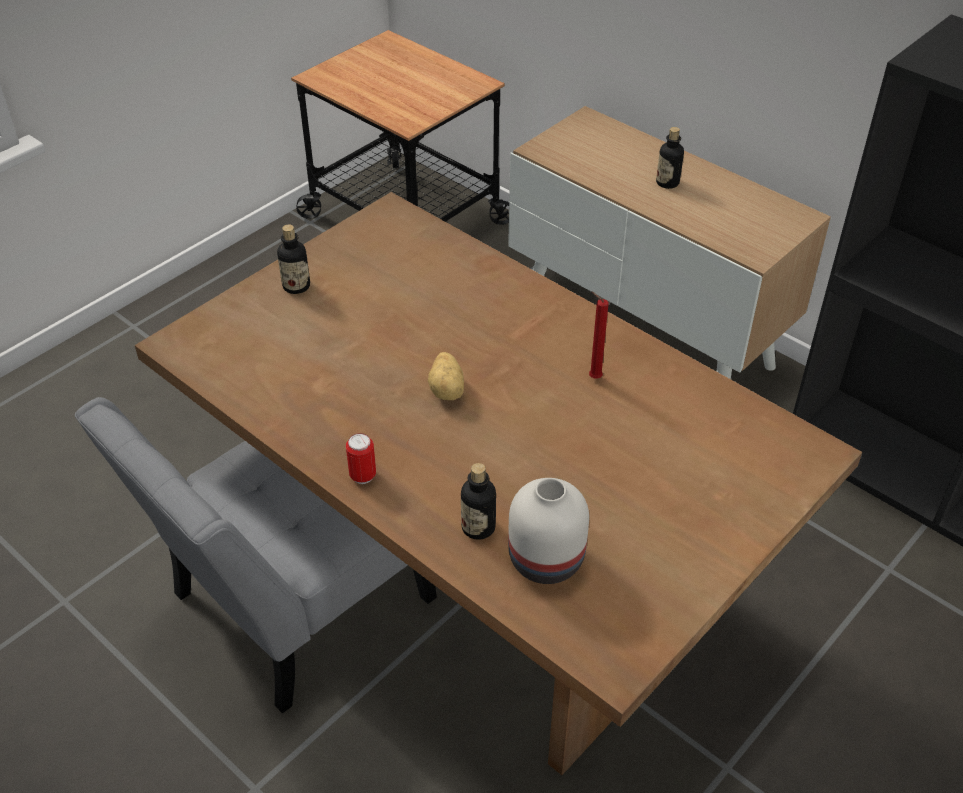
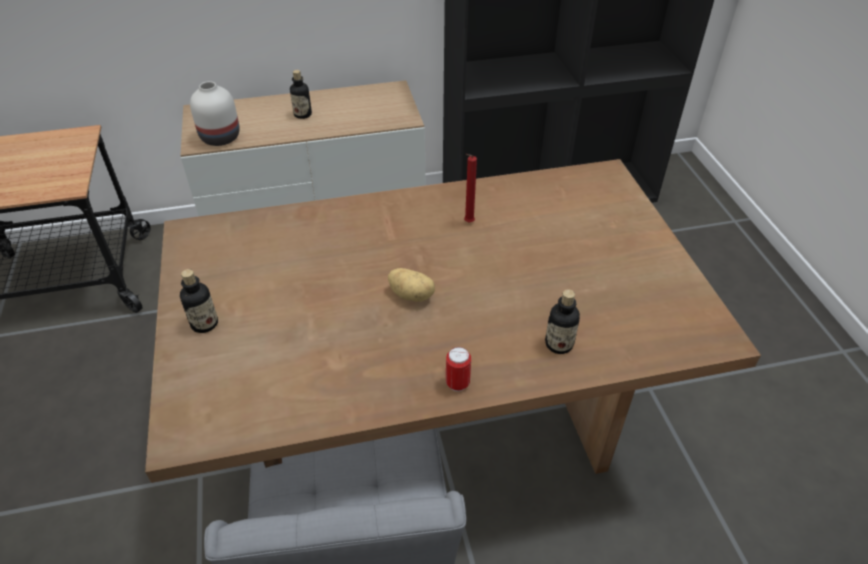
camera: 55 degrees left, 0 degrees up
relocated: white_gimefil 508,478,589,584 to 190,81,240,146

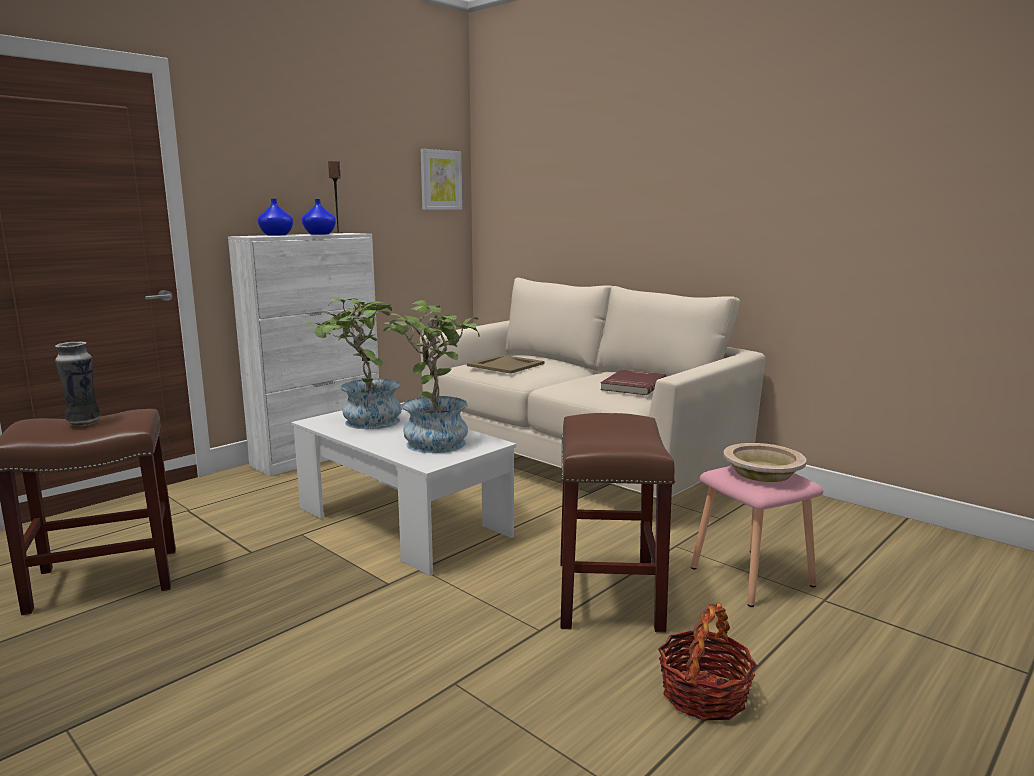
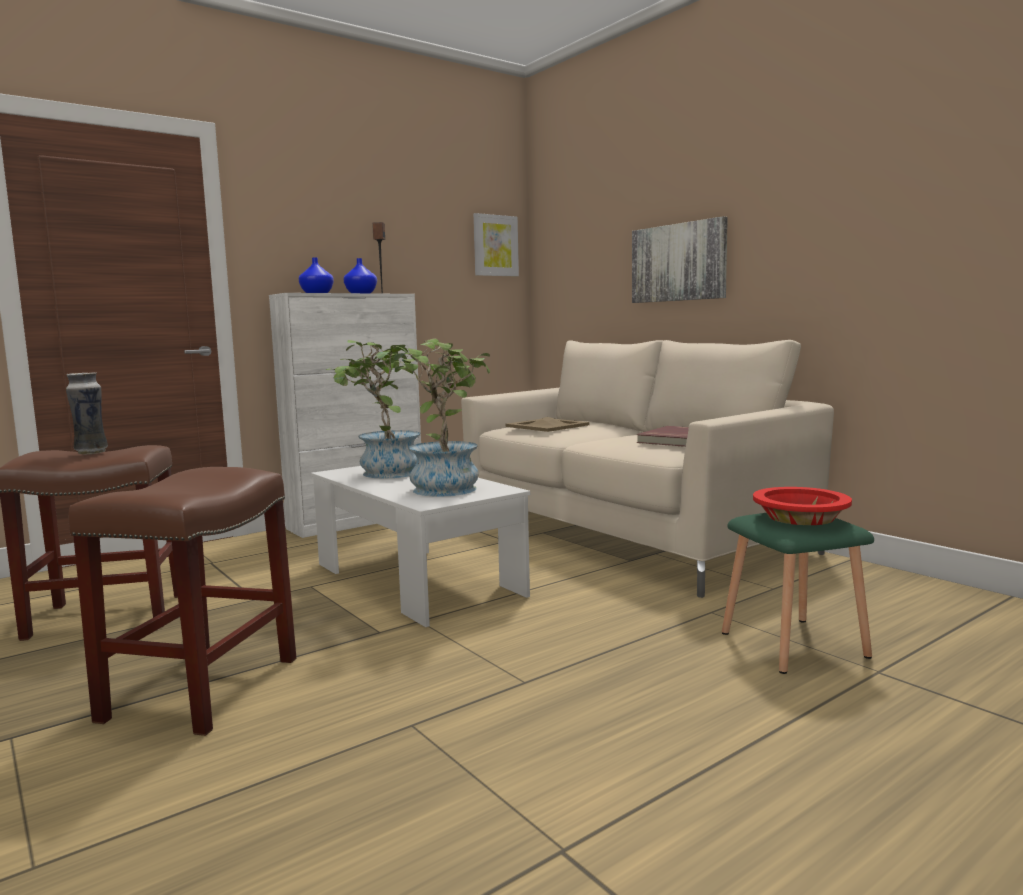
camera: 10 degrees right, 5 degrees down
missing: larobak 658,602,757,721
appeared: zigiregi 632,216,728,303
relocated: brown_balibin 560,413,675,633 to 68,467,296,736
colour: pink_balibin 691,466,823,607 to green_balibin 722,513,874,674; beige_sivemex 723,443,806,482 to red_sivemex 753,487,852,525

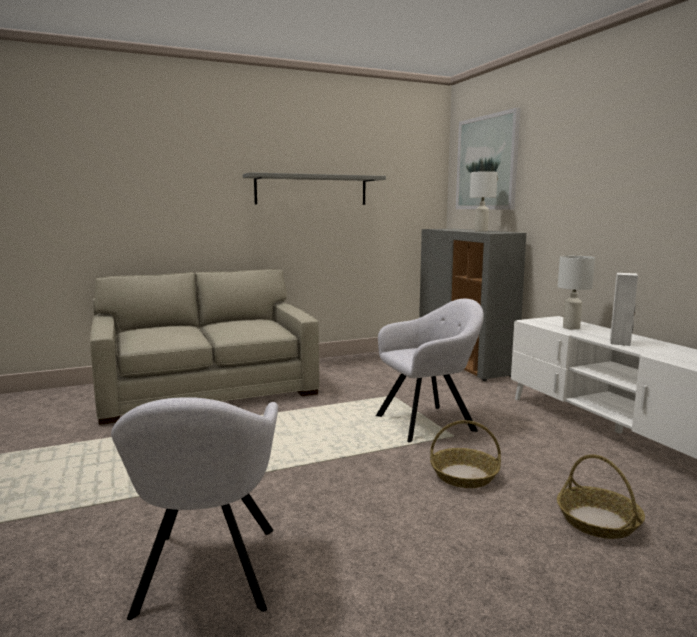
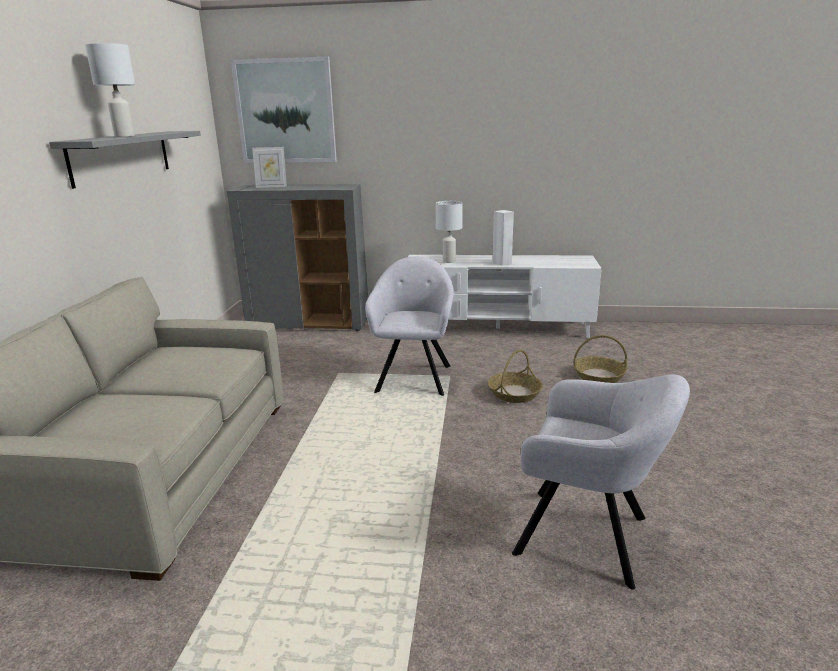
camera: 60 degrees left, 10 degrees up
appeared: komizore 252,147,287,188
relocated: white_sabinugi 470,171,498,232 to 85,43,135,137

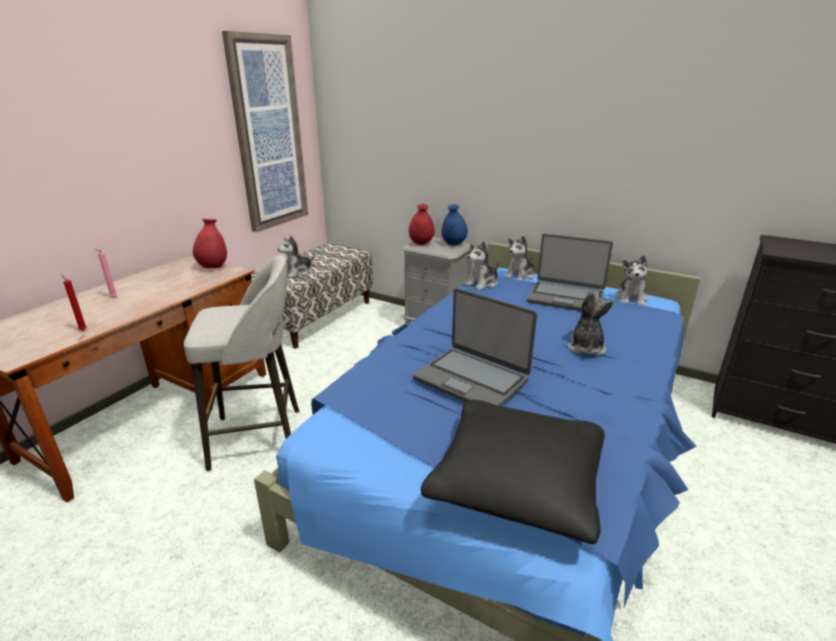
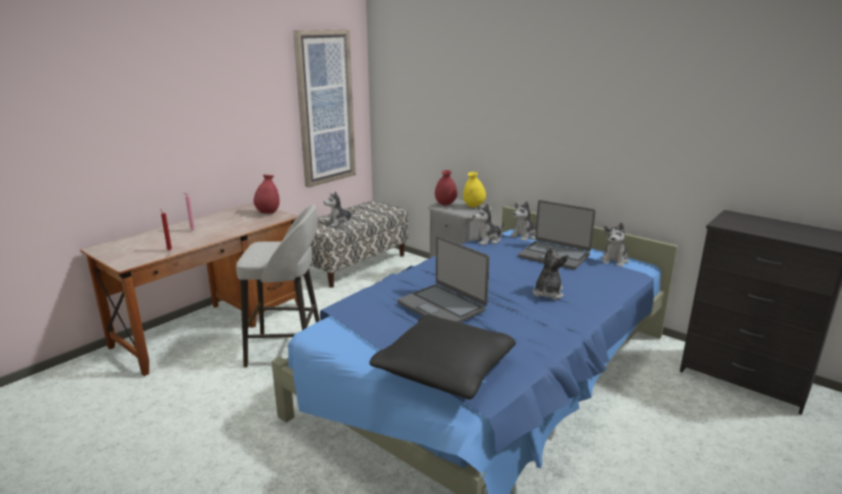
camera: 10 degrees right, 5 degrees down
colour: blue_gimefil 441,204,468,246 to yellow_gimefil 463,172,486,207

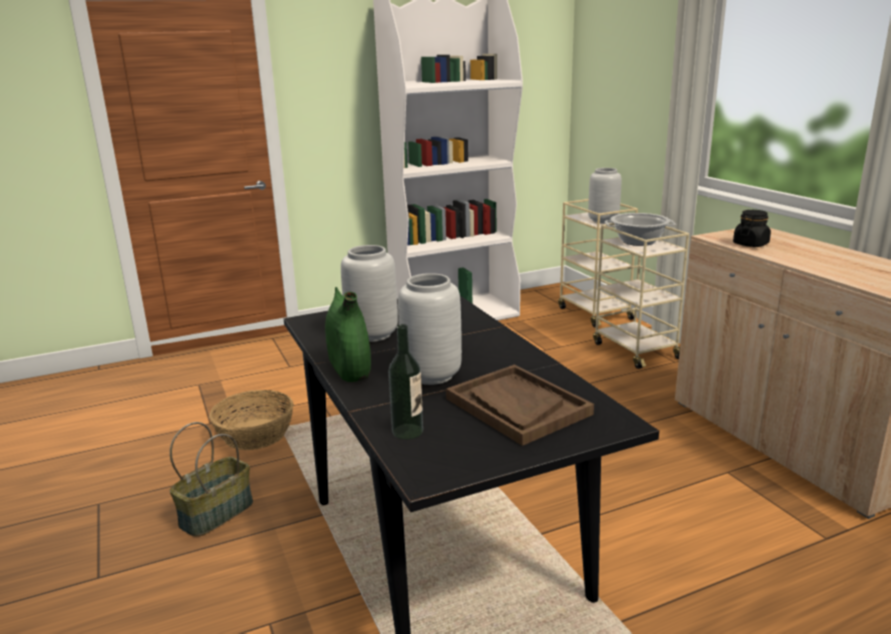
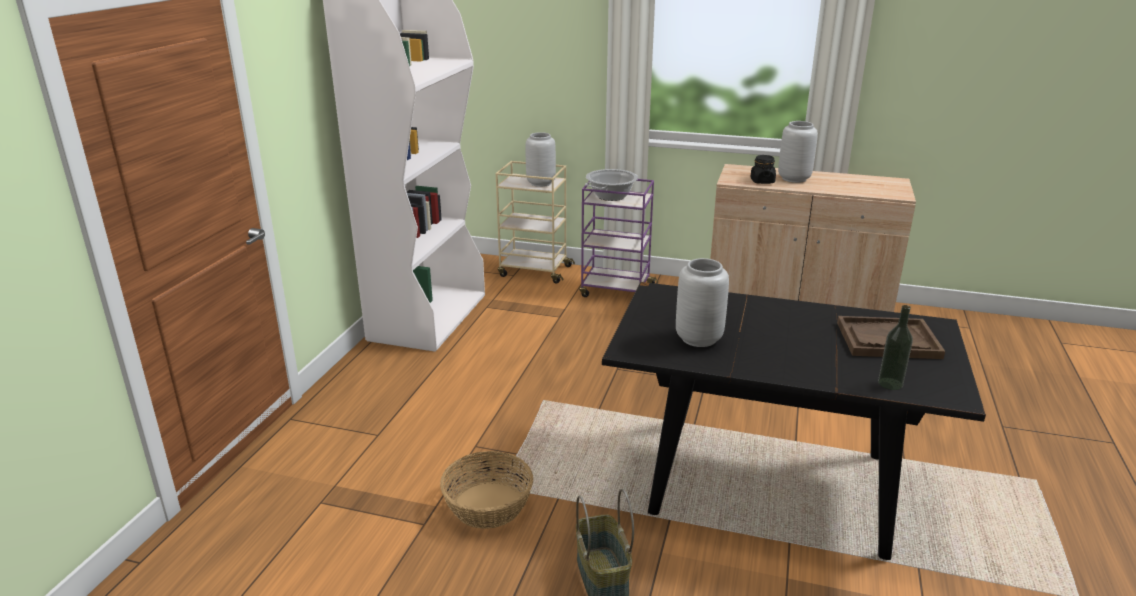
camera: 50 degrees left, 5 degrees up
missing: green_gimefil 325,287,371,382
relocated: grey_gimefil 398,273,462,385 to 778,121,818,183
colour: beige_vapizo 593,223,689,369 to purple_vapizo 579,179,658,297

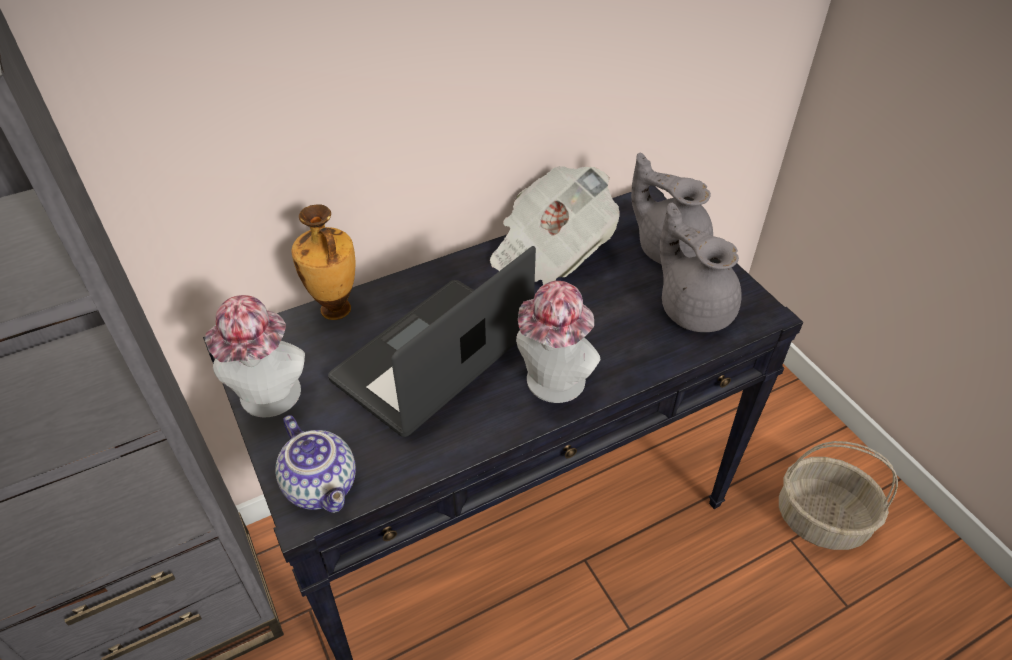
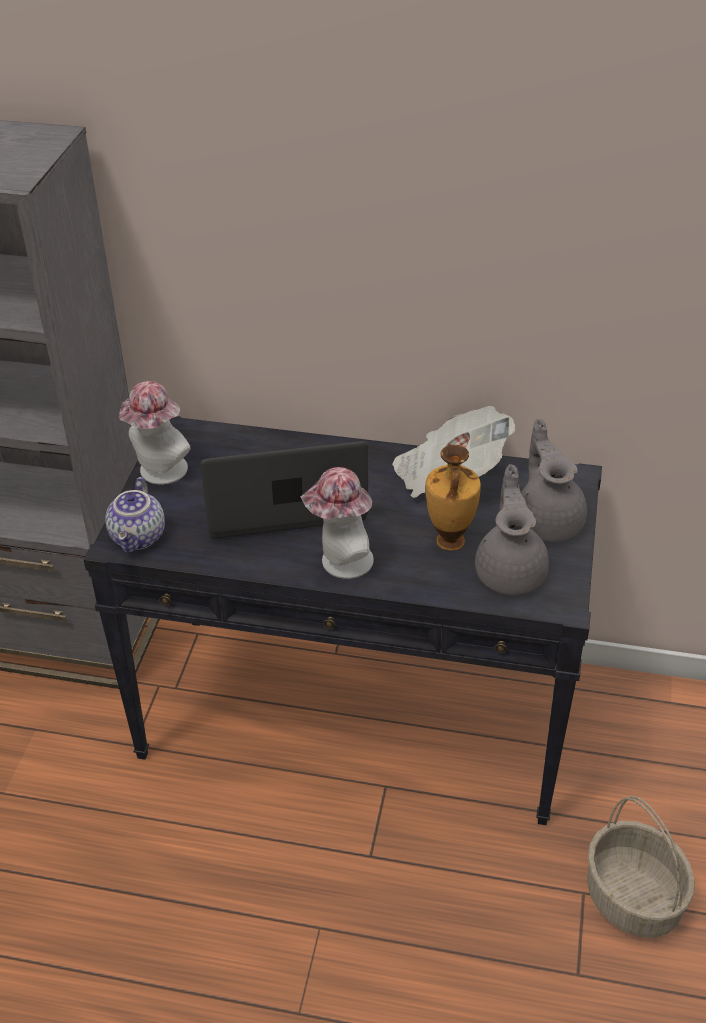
camera: 40 degrees right, 5 degrees down
relocated: gimefil 291,204,356,320 to 425,445,481,551

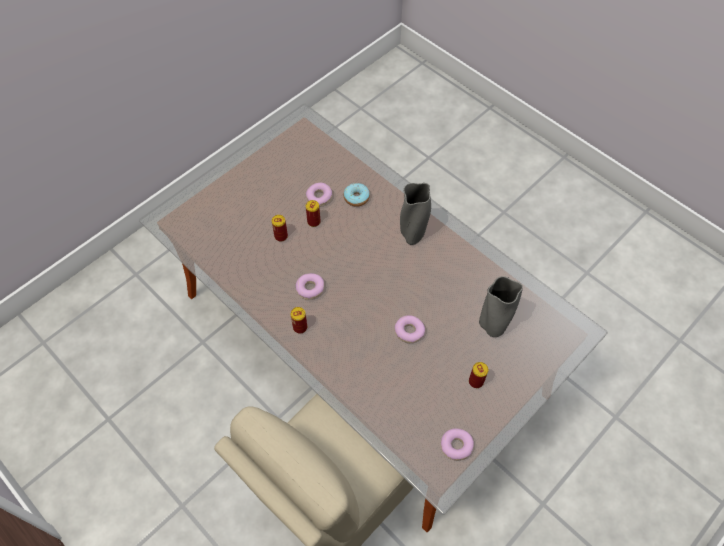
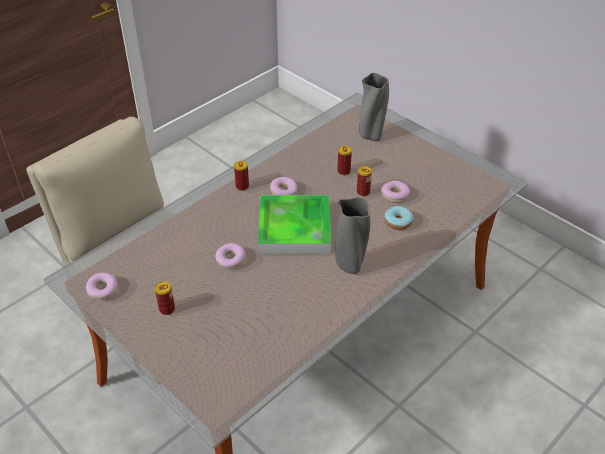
camera: 90 degrees right, 15 degrees down
appeared: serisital 258,195,331,254
relocated: grey_gimefil 479,276,523,337 to 359,73,389,141

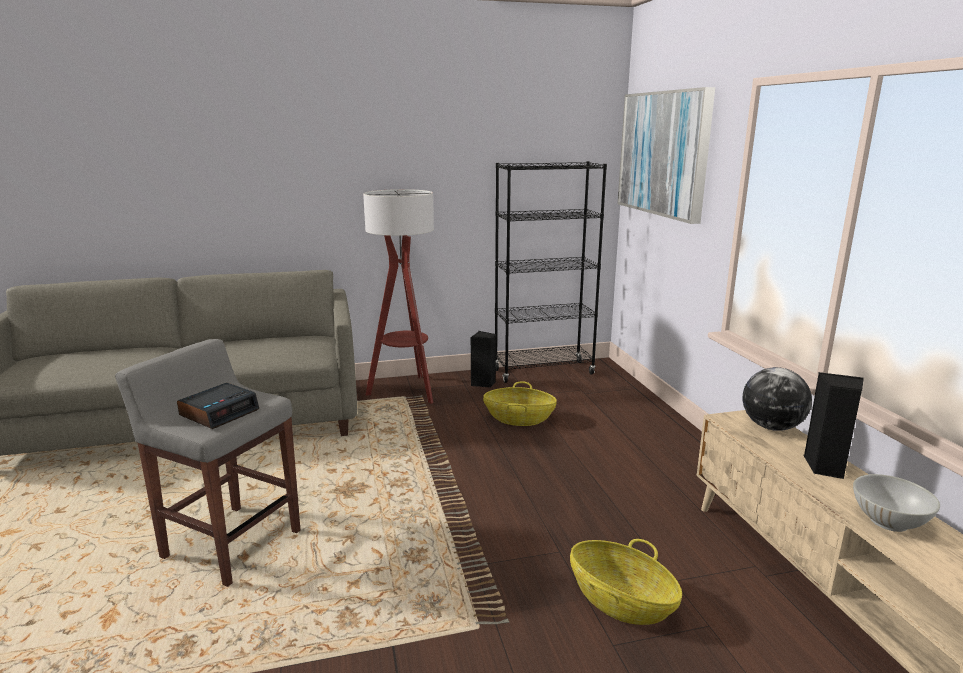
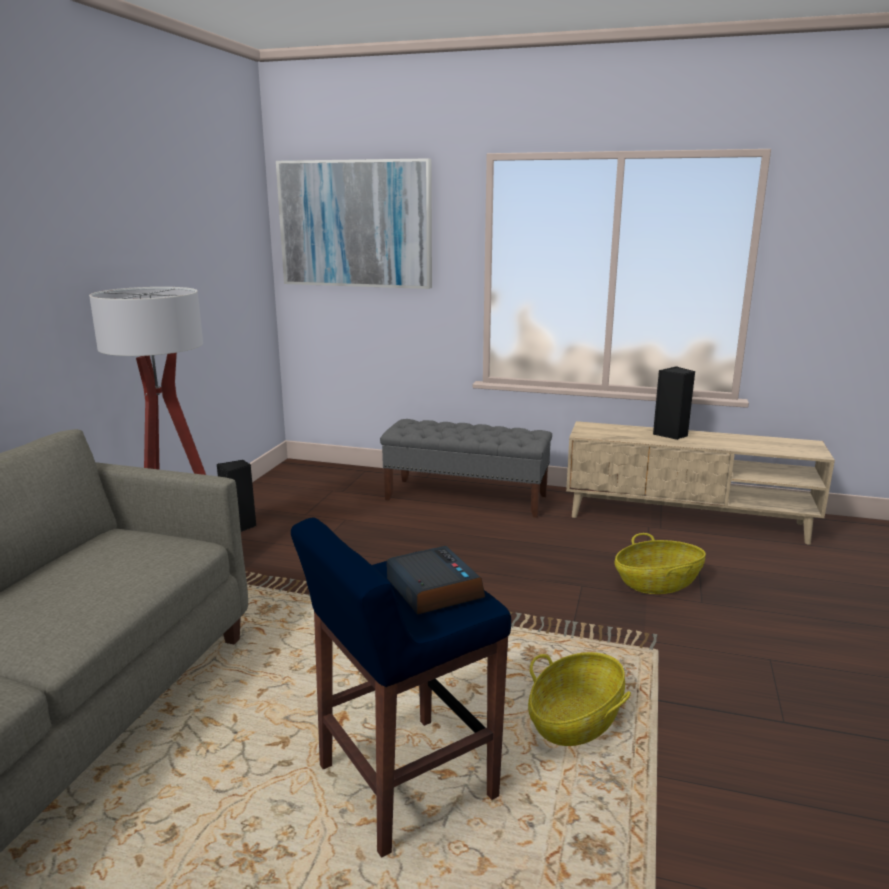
camera: 60 degrees left, 0 degrees up
missing: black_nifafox 495,161,607,383; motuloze 743,367,812,431; white_sivemex 853,474,940,532
appeared: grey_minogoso 380,419,552,518
relocated: larobak 483,381,557,426 to 528,652,631,746
colour: grey_balibin 115,339,300,587 to blue_balibin 291,517,511,858

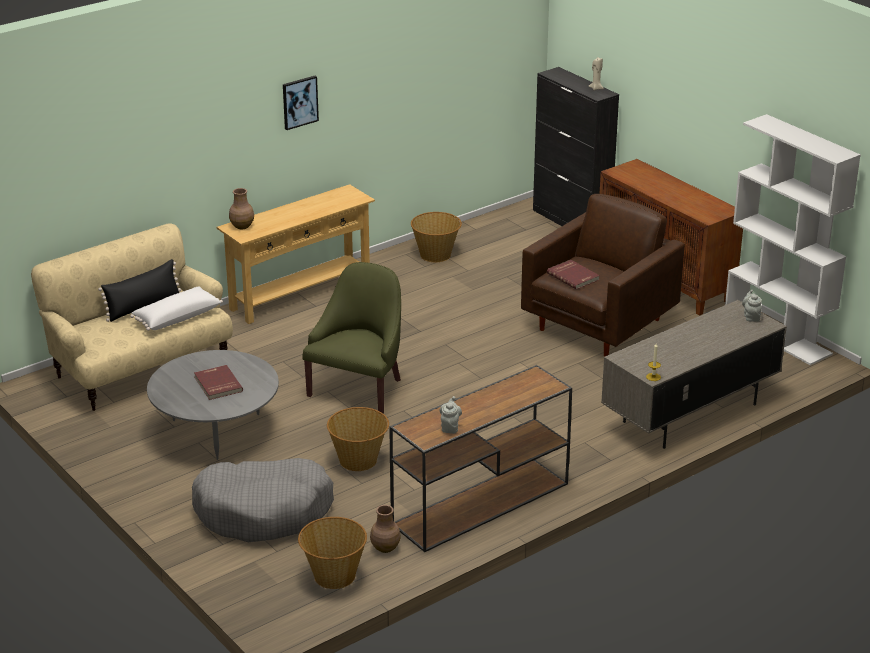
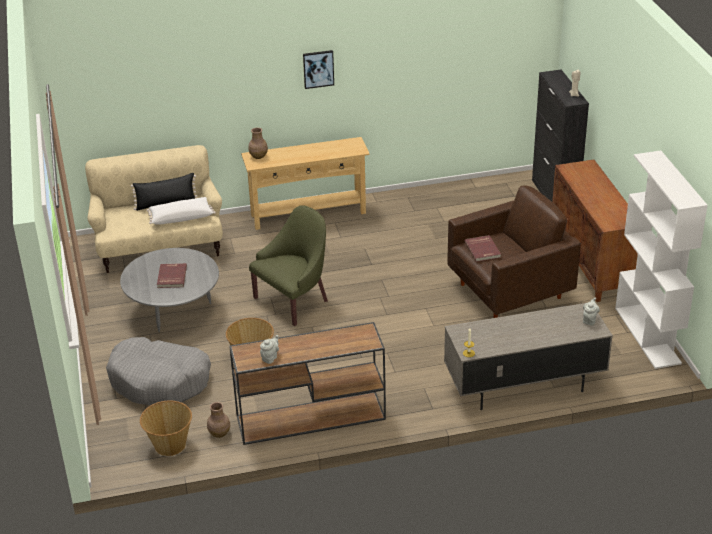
camera: 25 degrees right, 5 degrees up
missing: larobak 411,212,462,262

